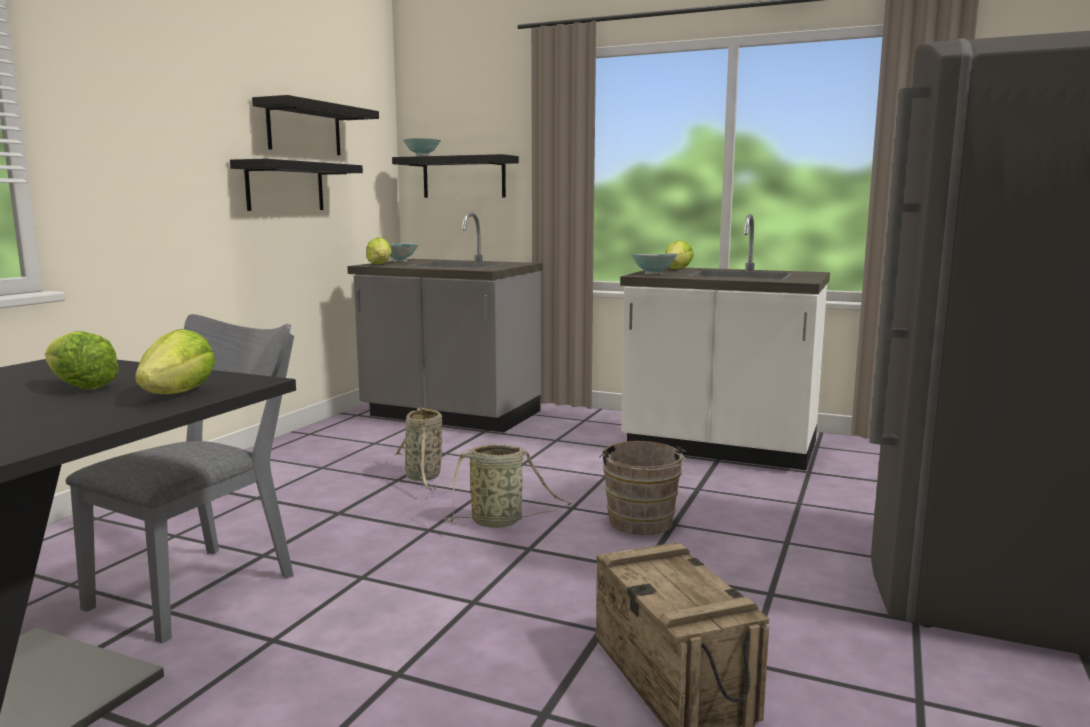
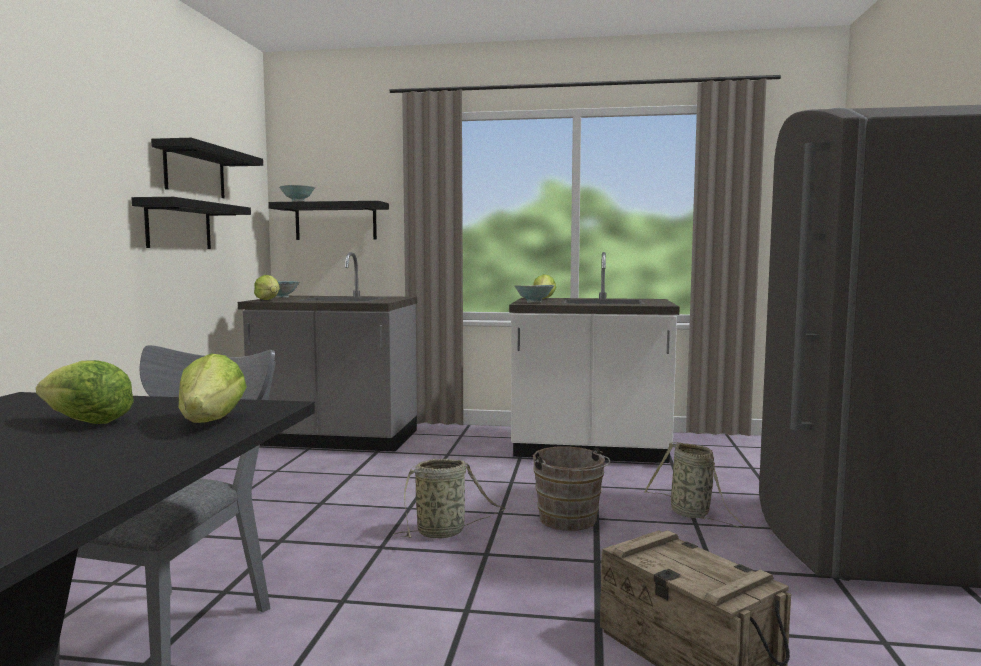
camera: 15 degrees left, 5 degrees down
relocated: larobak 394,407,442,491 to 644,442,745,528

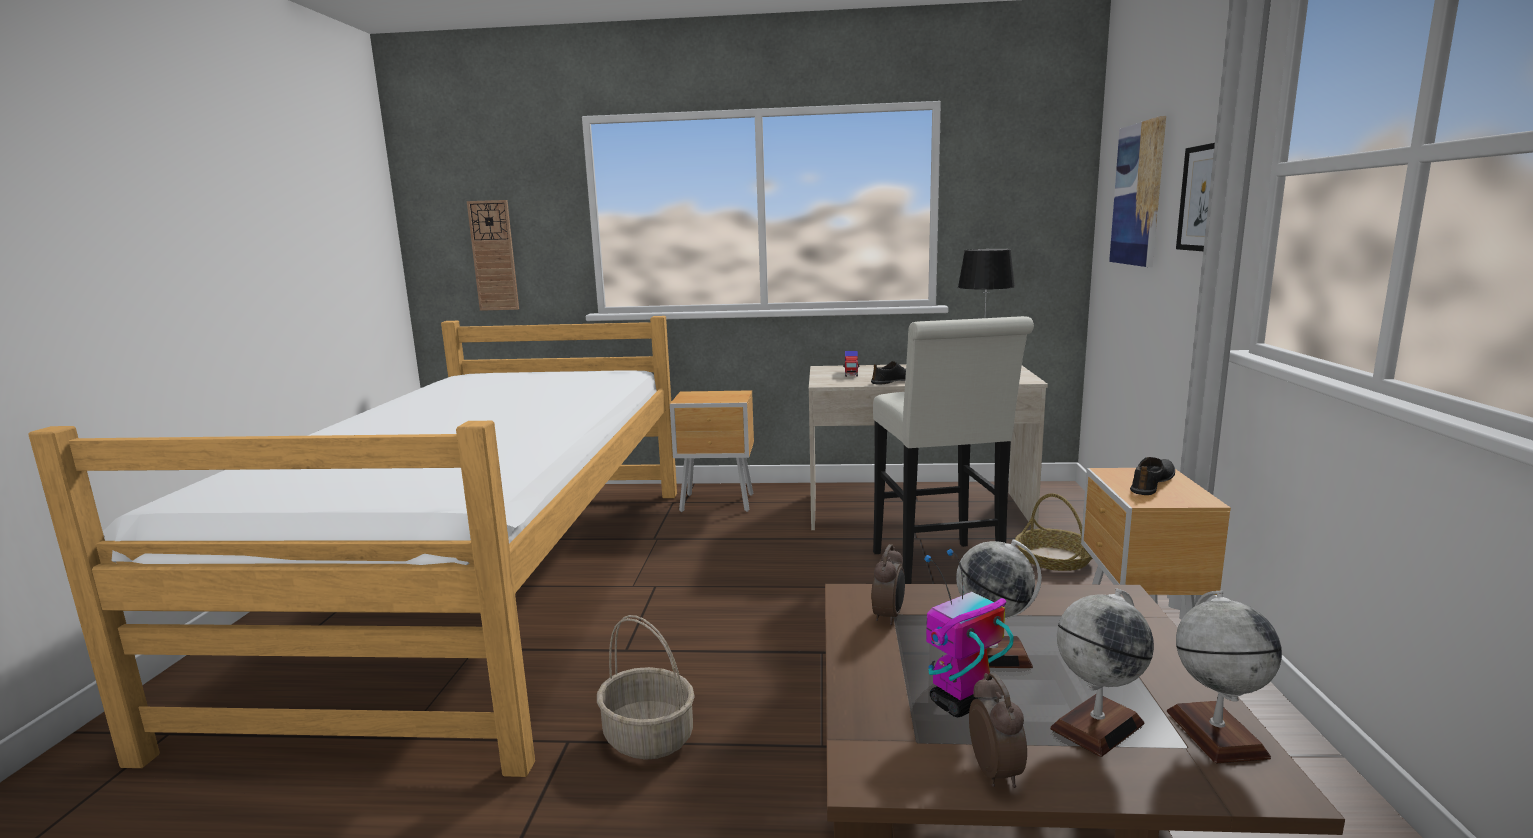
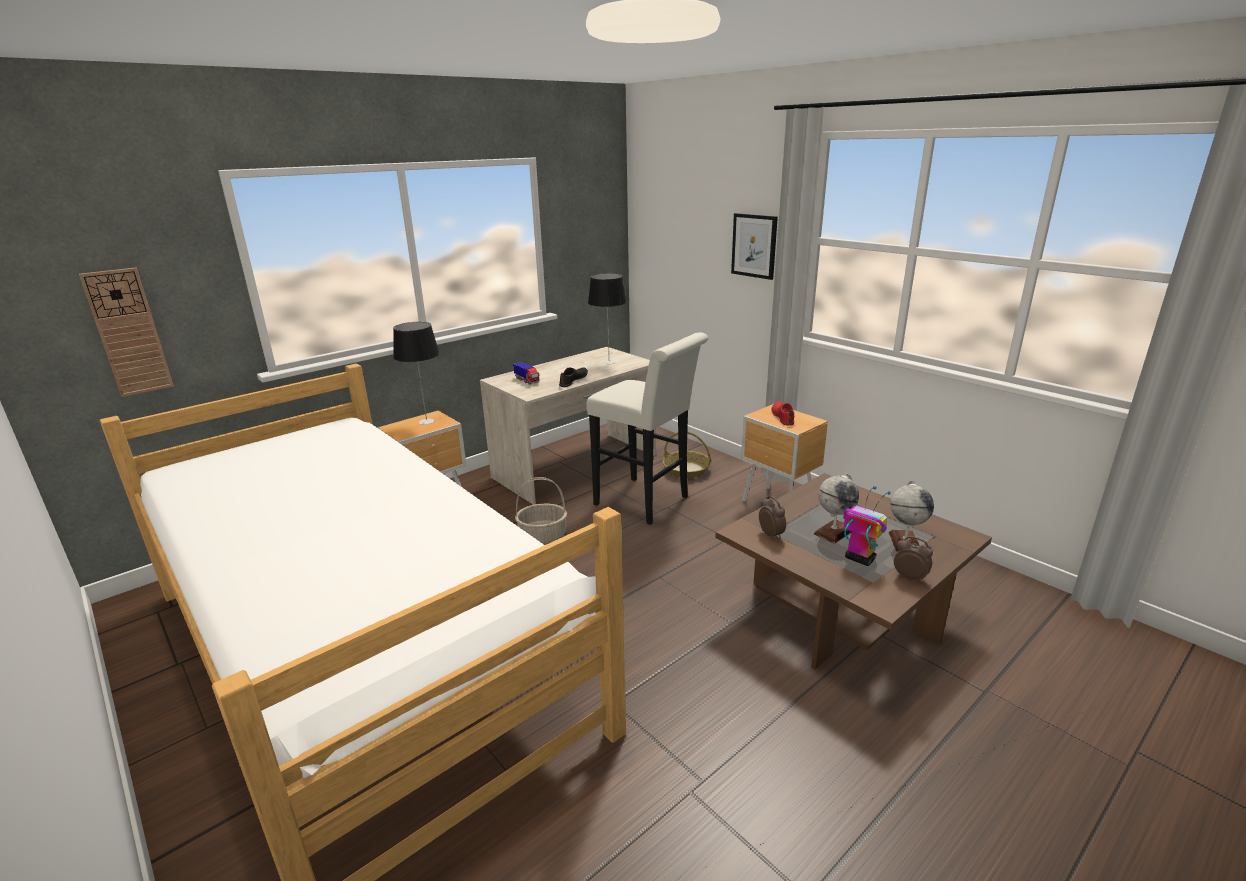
camera: 45 degrees left, 10 degrees up
missing: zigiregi 1109,116,1166,267; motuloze 1167,591,1282,763
appeared: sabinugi 393,322,440,424
relocated: larobak 597,615,695,760 to 515,477,567,544
colour: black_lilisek 1130,457,1175,495 to red_lilisek 771,401,794,426
spun: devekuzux 924,549,1014,717 = 843,486,891,566 120 degrees clockwise

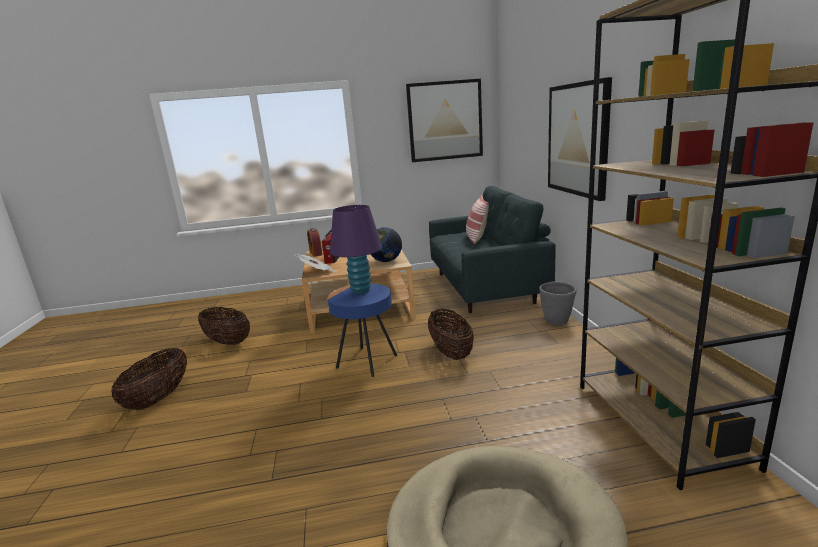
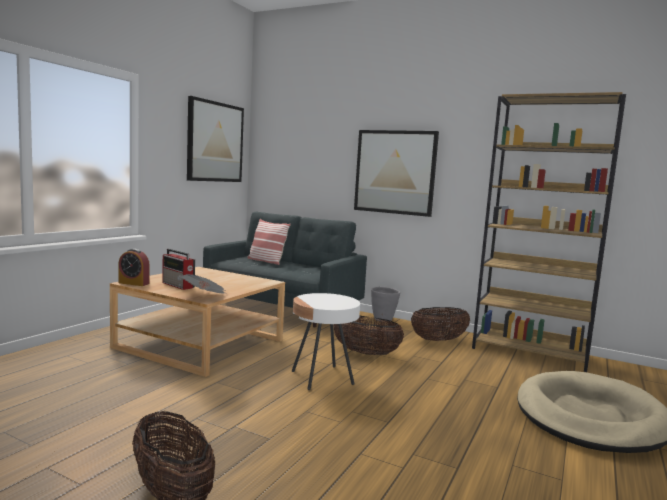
camera: 55 degrees left, 10 degrees down
missing: purple_sabinugi 330,205,382,294; motuloze 371,227,402,262
relocated: larobak 198,307,250,345 to 411,307,470,341
colour: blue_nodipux 327,284,397,377 to white_nodipux 292,293,360,390

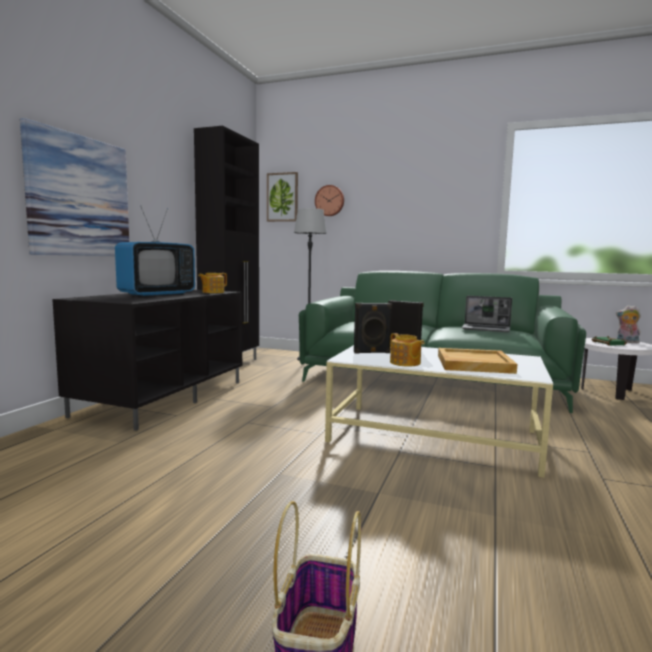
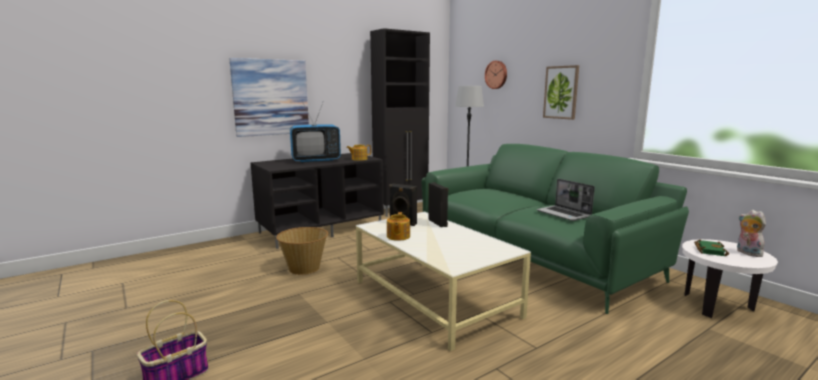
camera: 35 degrees right, 5 degrees up
missing: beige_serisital 438,348,517,374
appeared: larobak 276,227,328,275
relocated: zigiregi 267,172,298,222 to 543,65,579,120

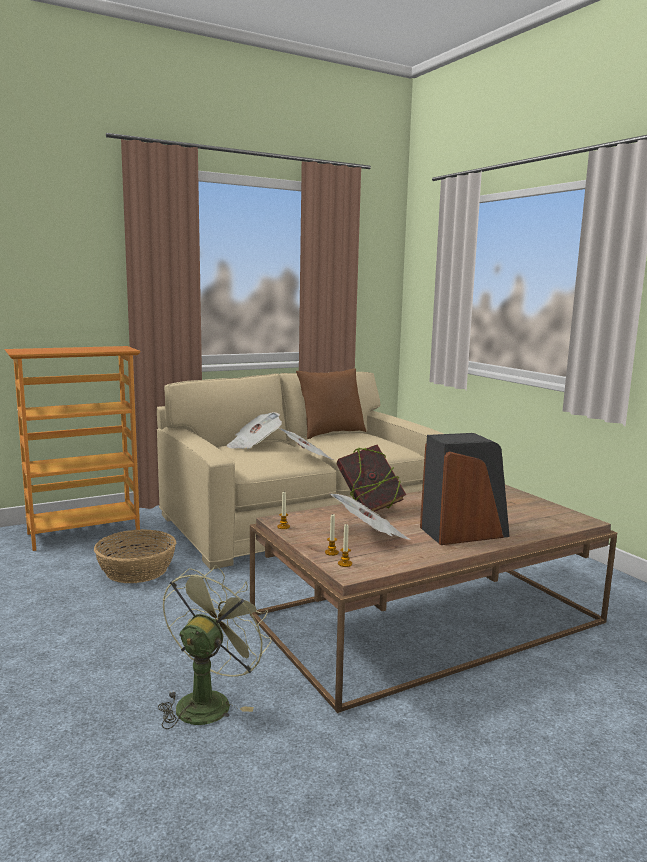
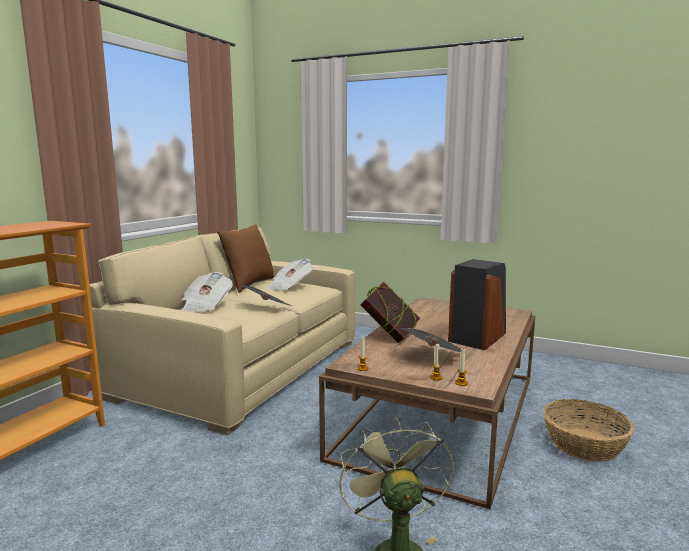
camera: 35 degrees left, 0 degrees up
appeared: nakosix 267,259,313,291
relocated: larobak 94,529,176,583 to 543,399,634,462

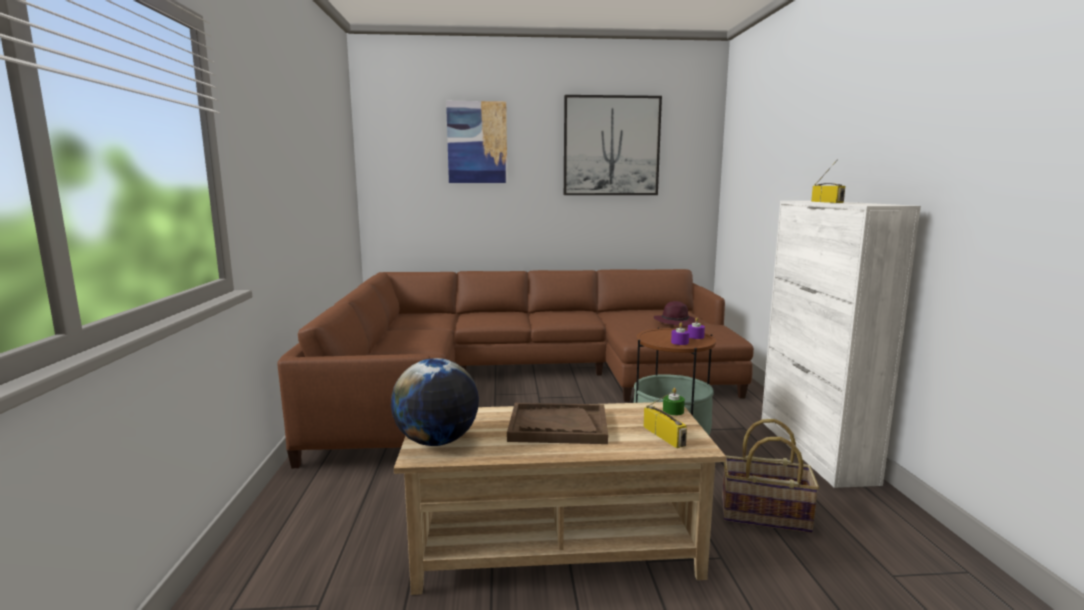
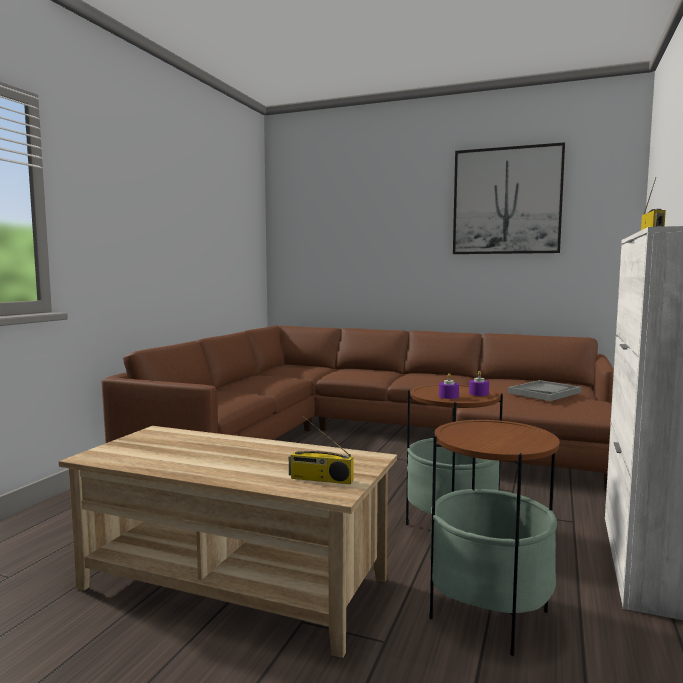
camera: 25 degrees right, 5 degrees down
missing: motuloze 391,358,479,446; zigiregi 446,101,507,183; brown_serisital 507,403,608,444; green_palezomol 663,388,685,416
exchanged: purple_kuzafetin 654,301,695,327 to grey_serisital 508,380,582,401; larobak 722,419,819,533 to nodipux 429,418,560,656
spun: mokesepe 643,390,687,448 = 289,416,354,485 105 degrees clockwise

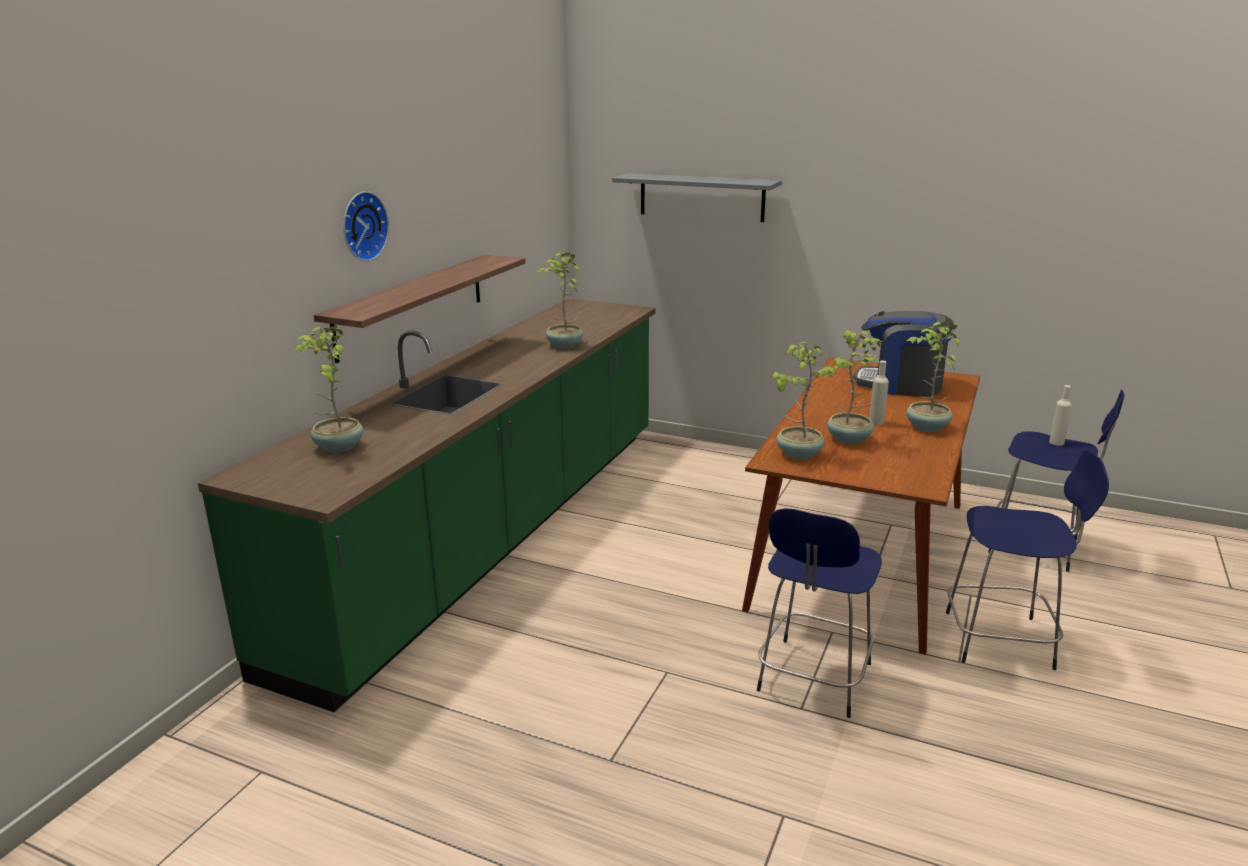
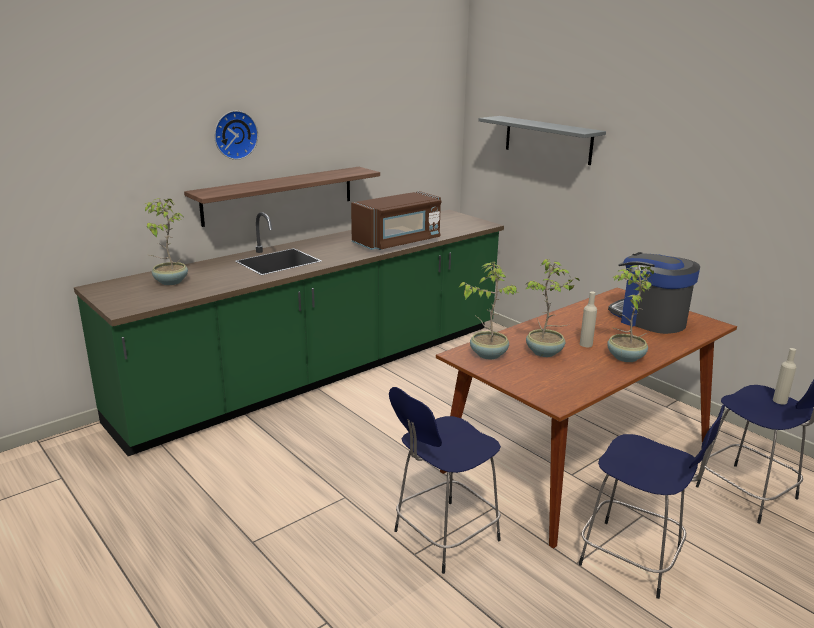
camera: 25 degrees right, 0 degrees up
exchanged: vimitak 537,252,583,349 to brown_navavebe 351,191,442,250

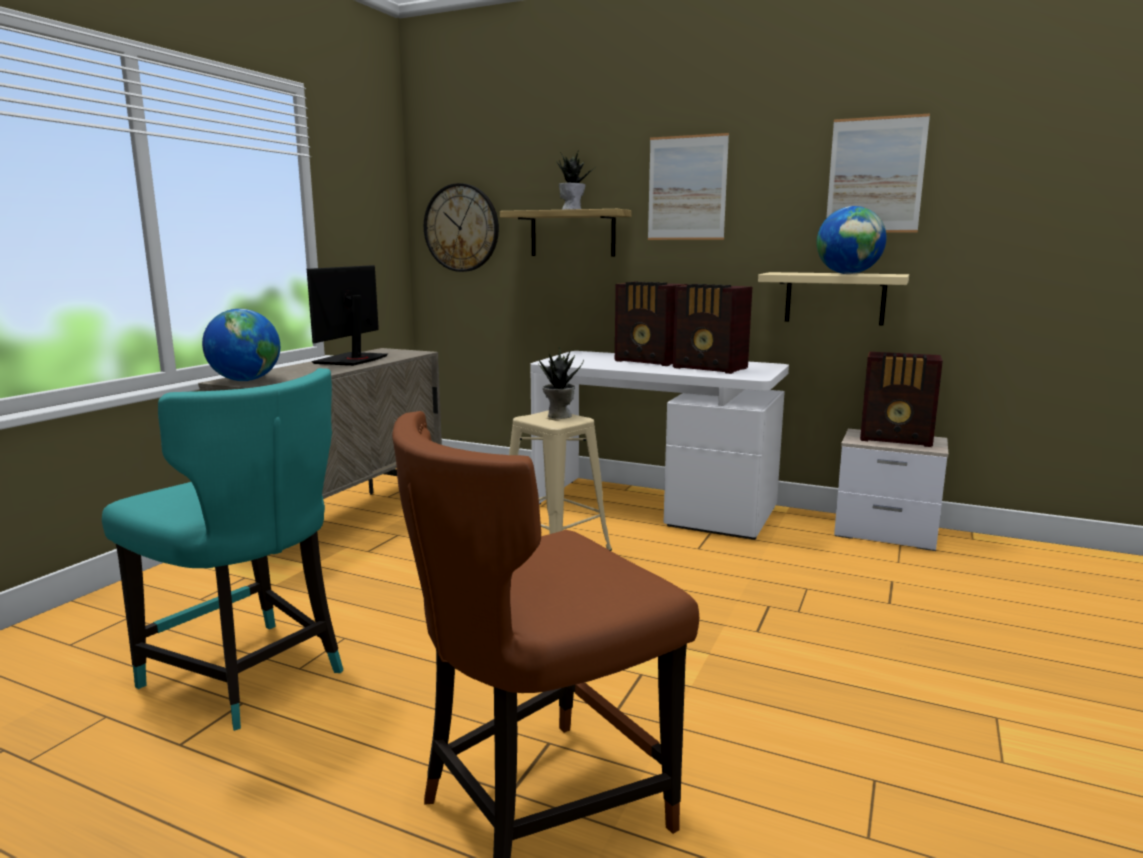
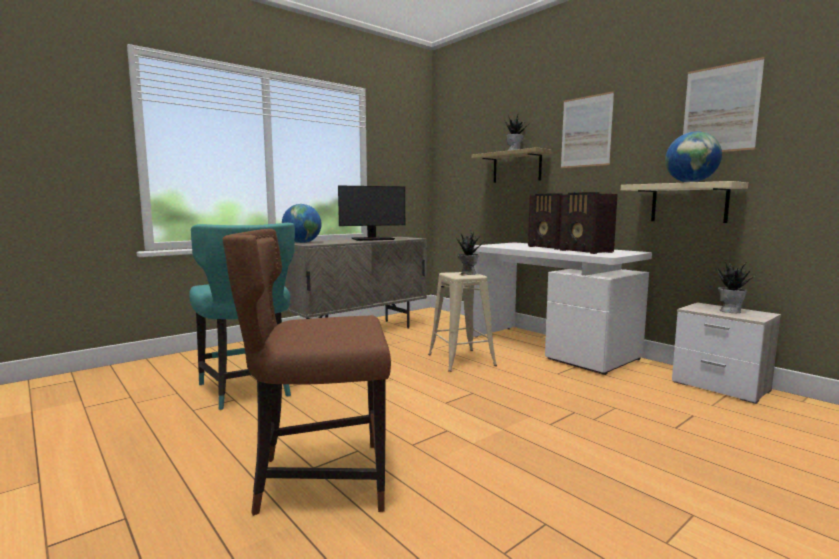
camera: 25 degrees right, 5 degrees down
missing: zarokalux 424,183,499,272
exchanged: mokesepe 860,352,943,447 to vimitak 716,261,757,313
spun: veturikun 307,265,388,366 = 338,186,405,241 150 degrees counterclockwise

